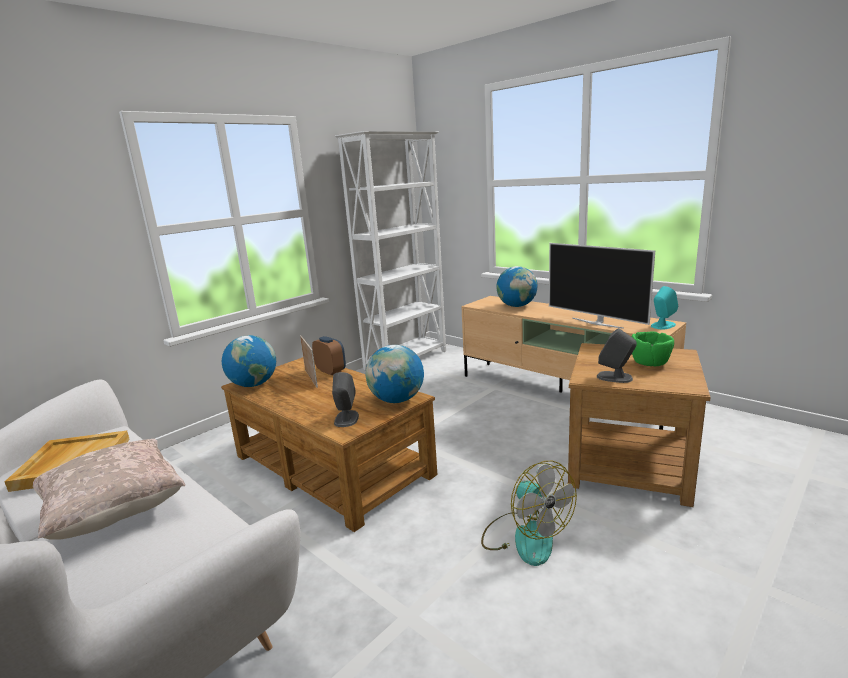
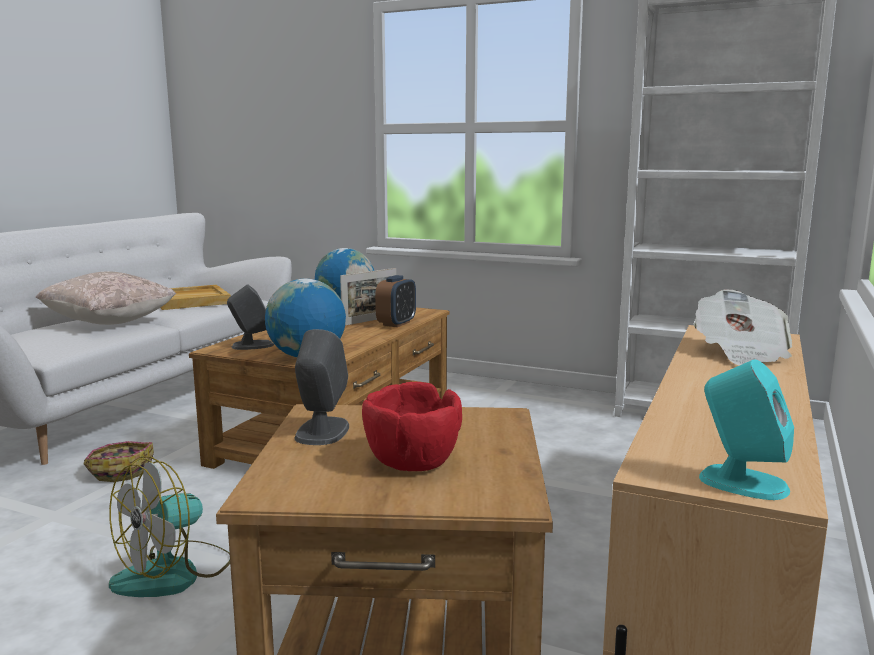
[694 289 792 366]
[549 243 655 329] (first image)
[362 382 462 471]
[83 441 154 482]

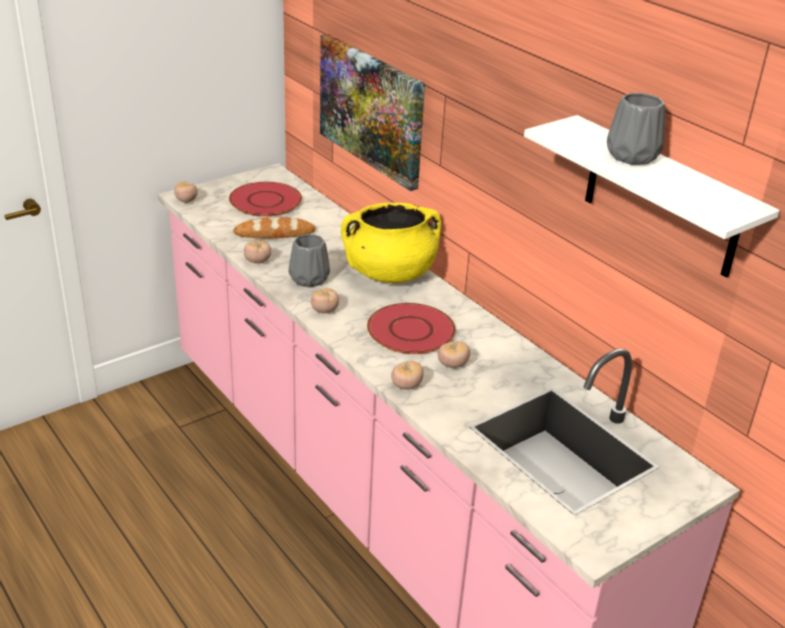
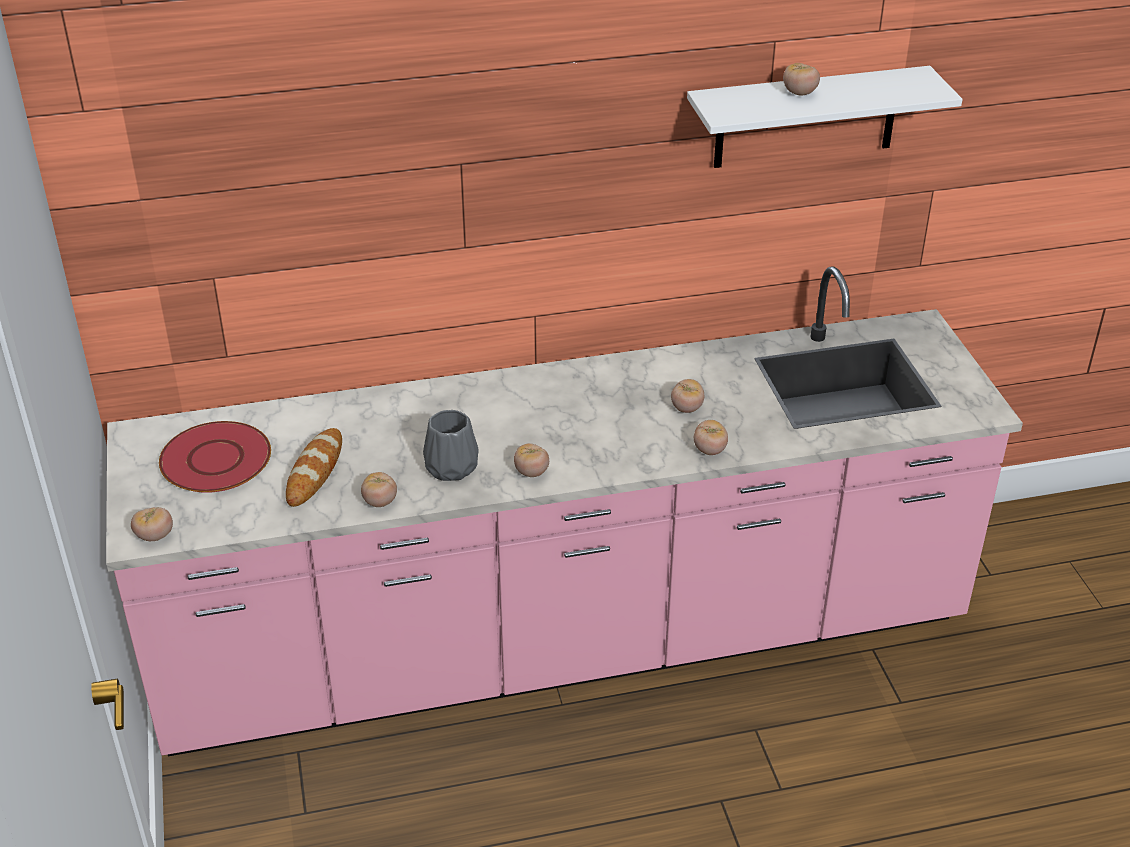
[320 34 425 191] (first image)
[341 203 441 283] (first image)
[367 303 456 354] (first image)
[783 63 820 95]

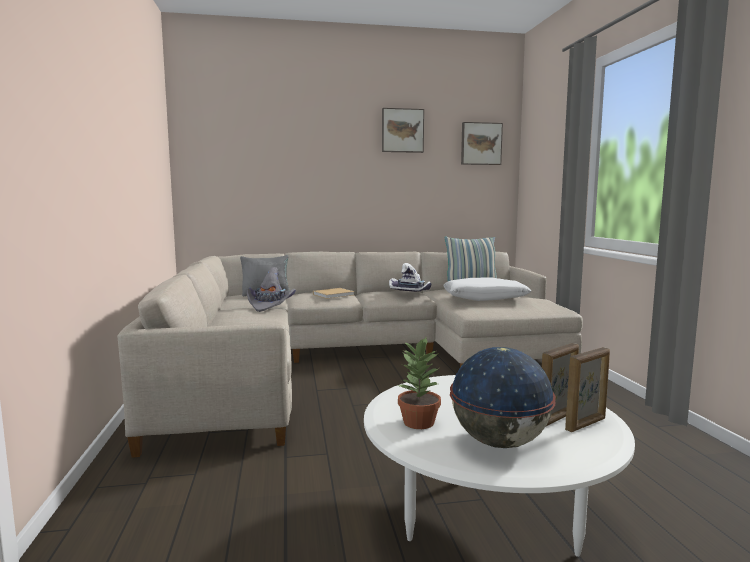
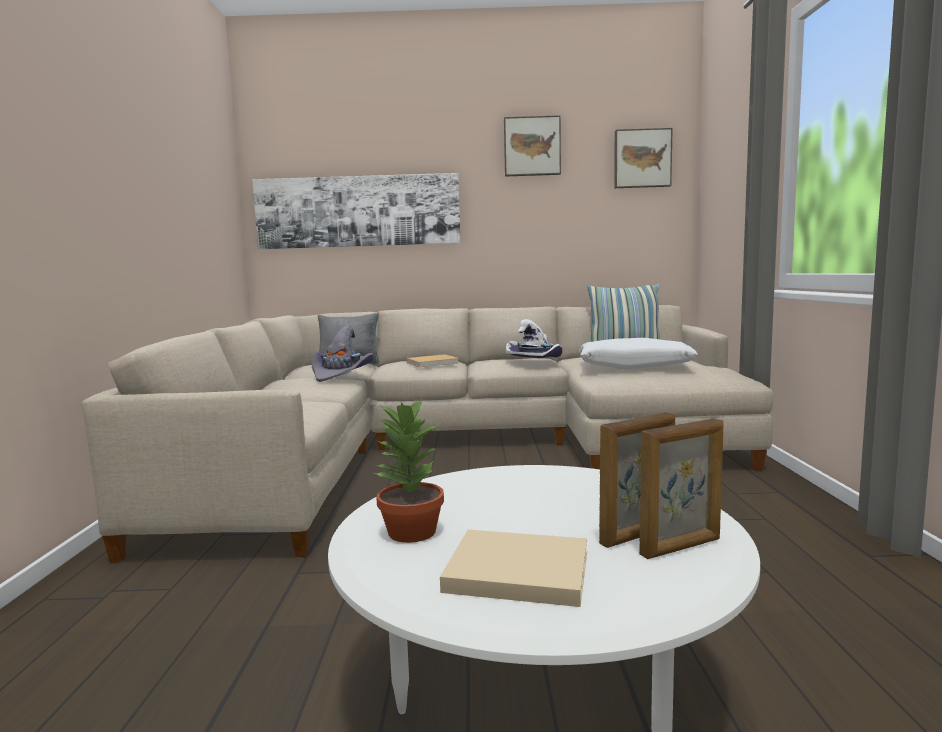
[440 530 587 607]
[252 173 461 249]

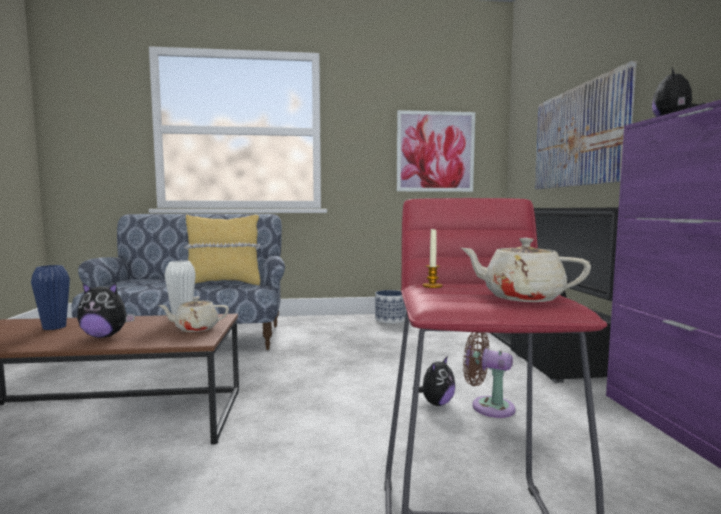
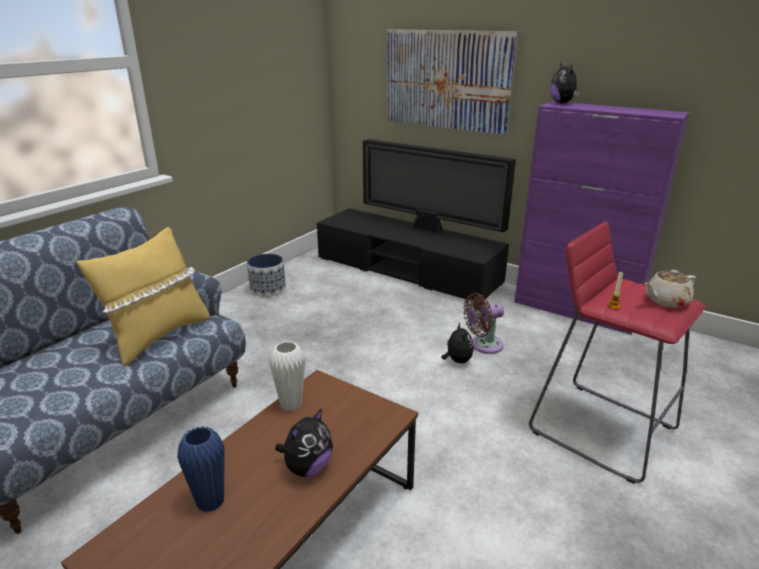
[158 297 229 332] (first image)
[397 110 475 192] (first image)

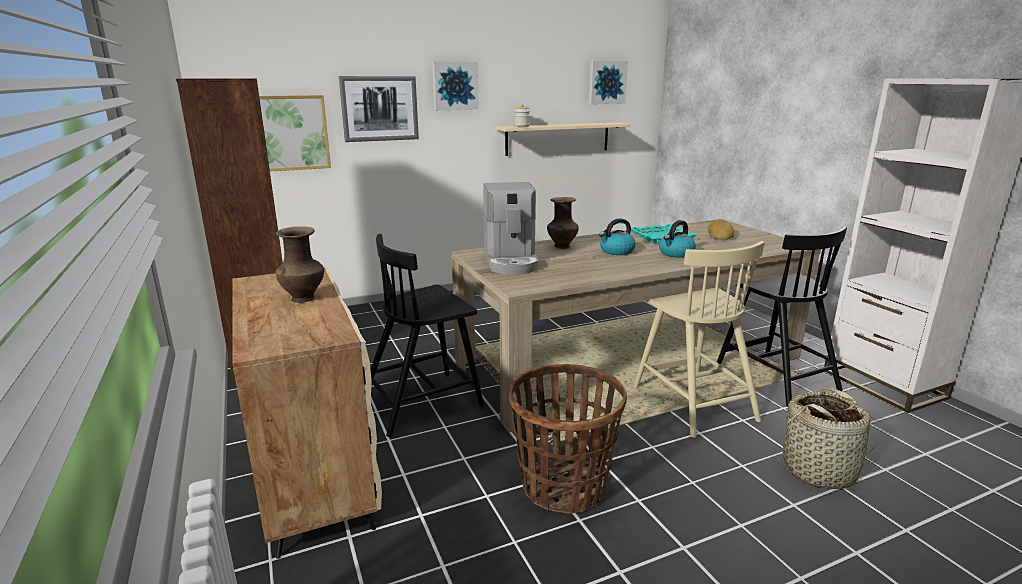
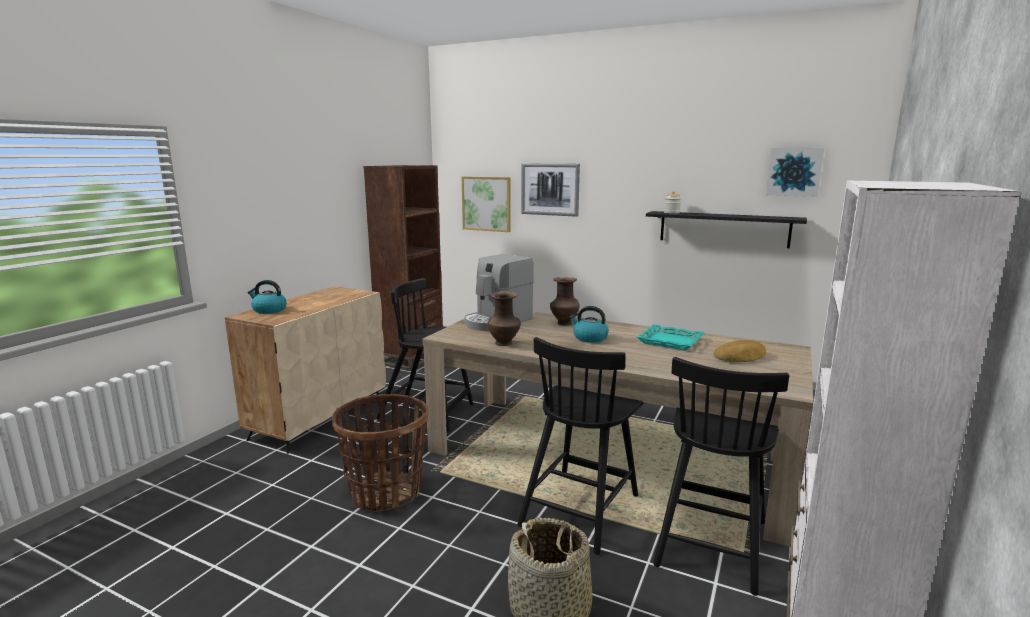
[488 291 521 346]
[432 61 479 110] (first image)
[646 211 807 248]
[517 337 644 555]
[248 280 287 314]

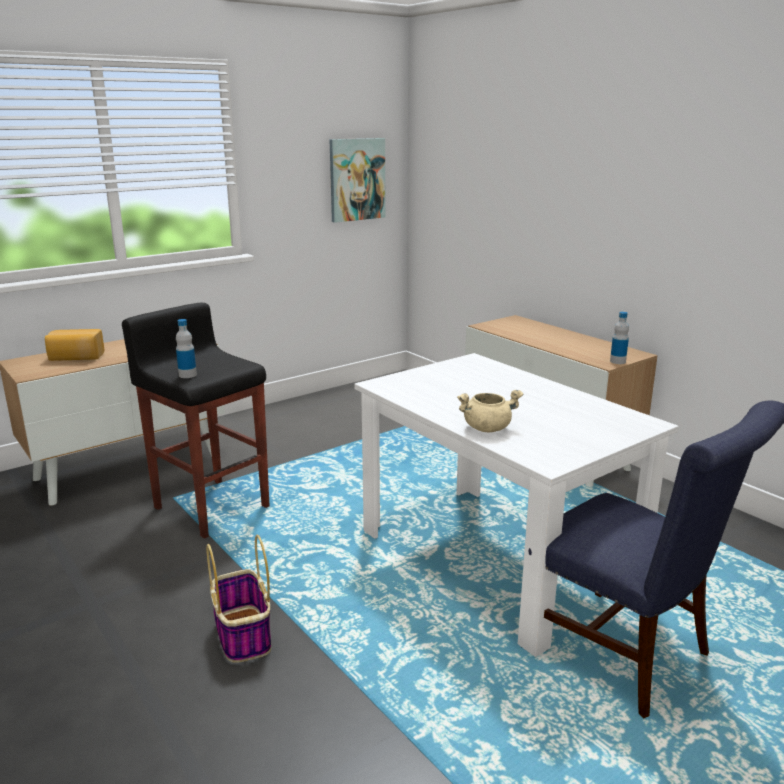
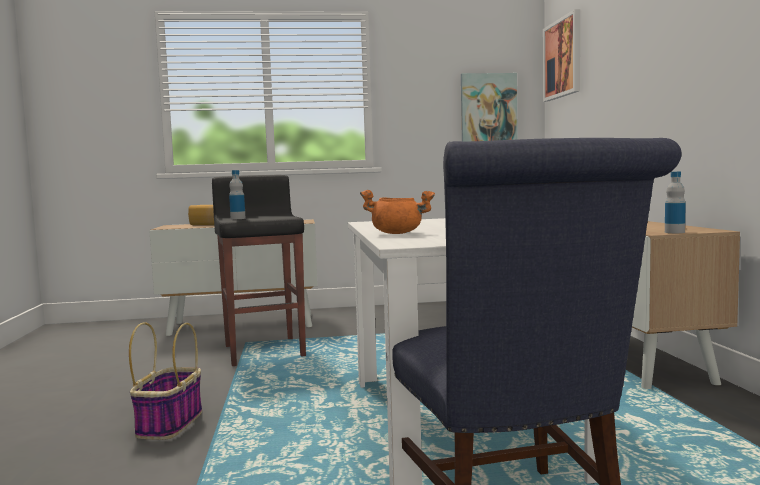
[360 190 435 234]
[543 9 580 102]

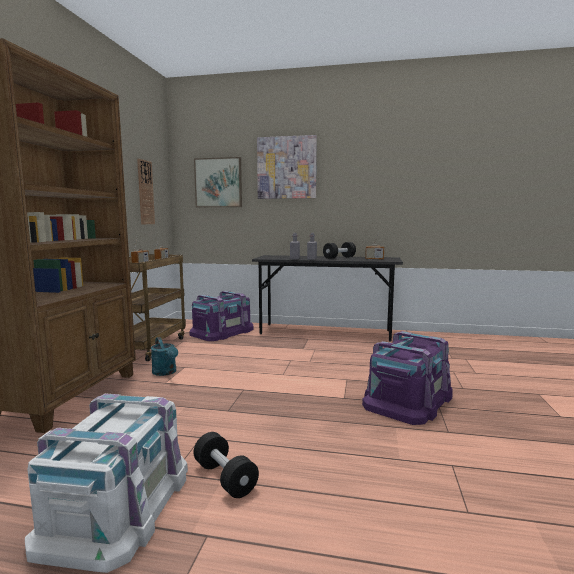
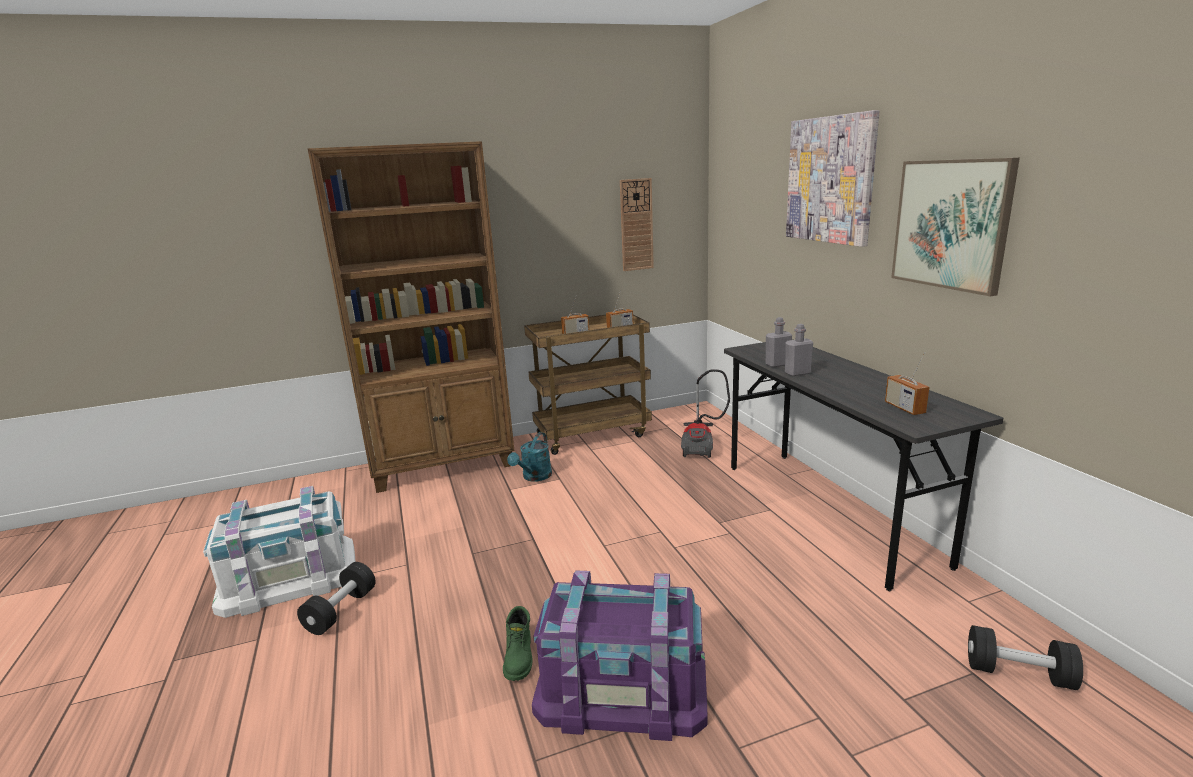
[681 369 730 458]
[891 157 1020 296]
[968 625 1083 690]
[503 606 532 681]

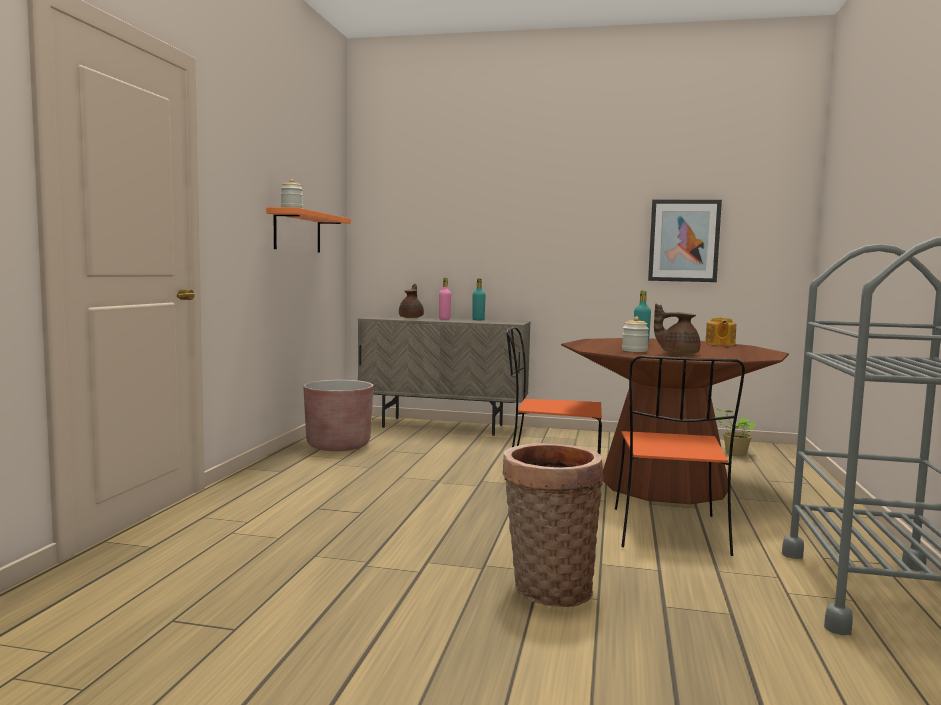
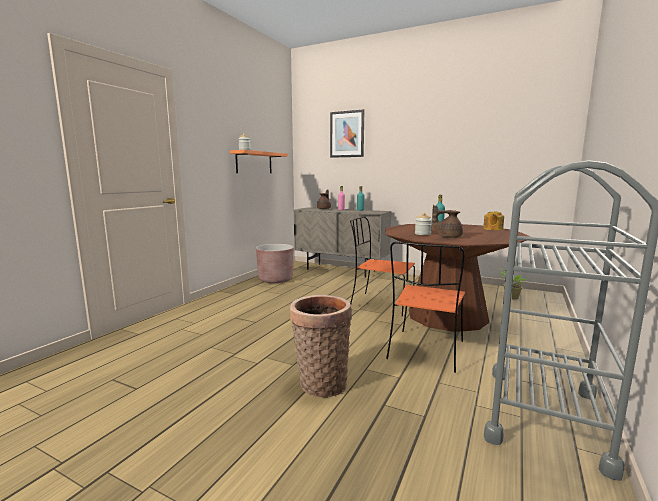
[330 109 364 158]

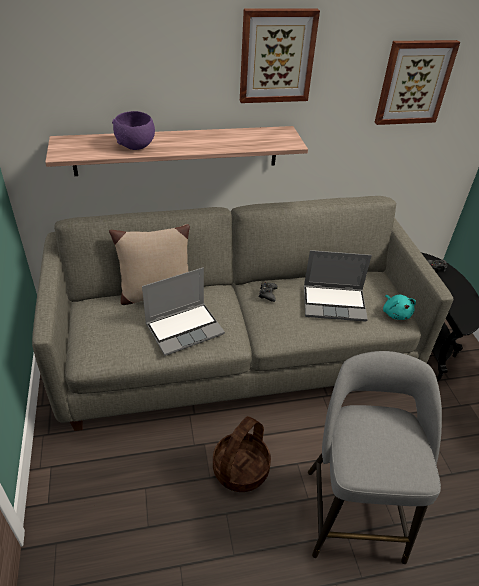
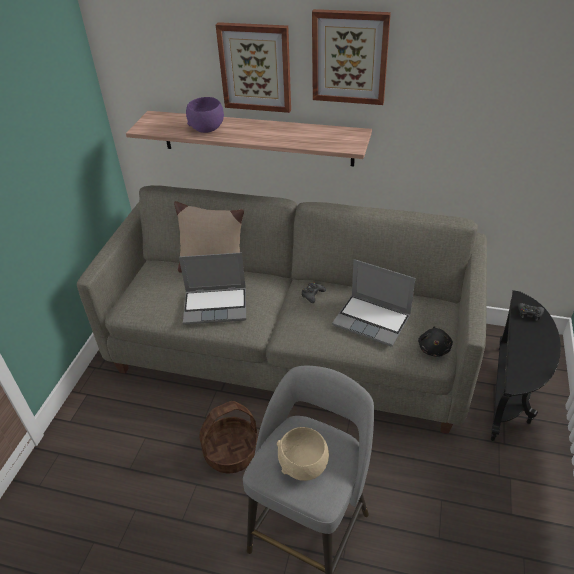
[216 22 291 113]
[418 326 453 357]
[277 427 329 481]

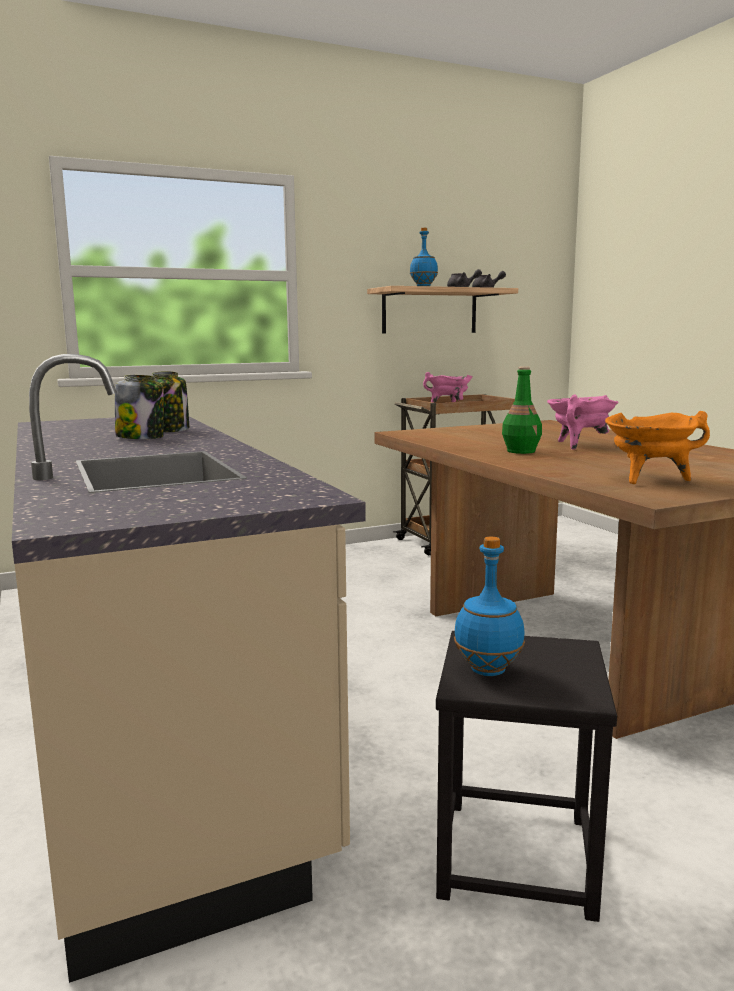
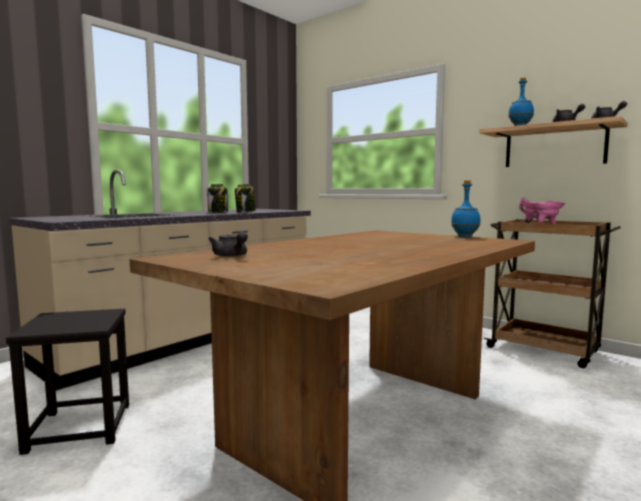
[451 180 480 237]
[502 366 542 454] (first image)
[547 394 619 450] (first image)
[209 231 248 257]

